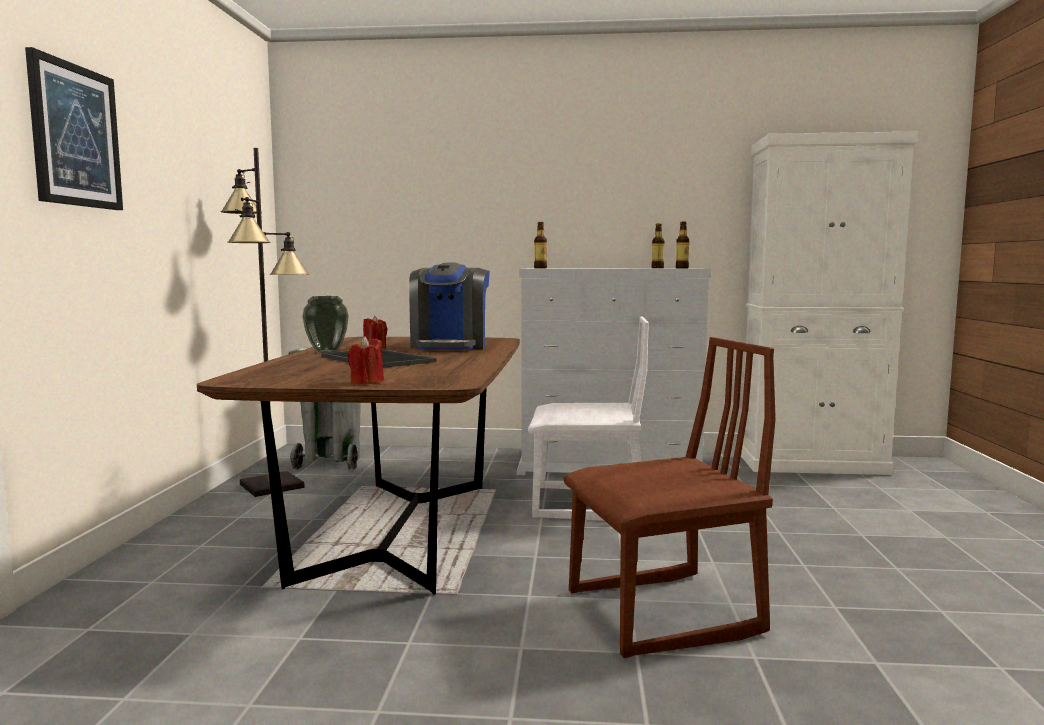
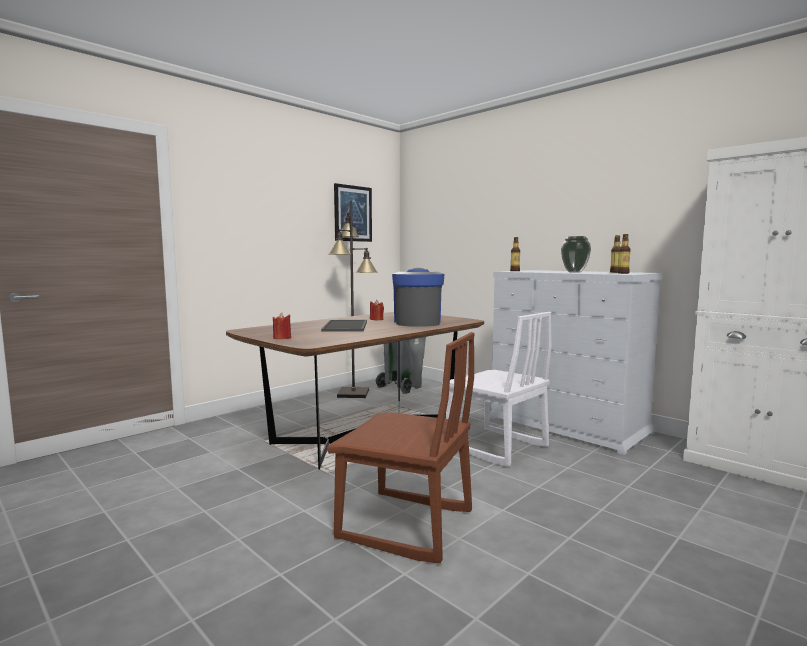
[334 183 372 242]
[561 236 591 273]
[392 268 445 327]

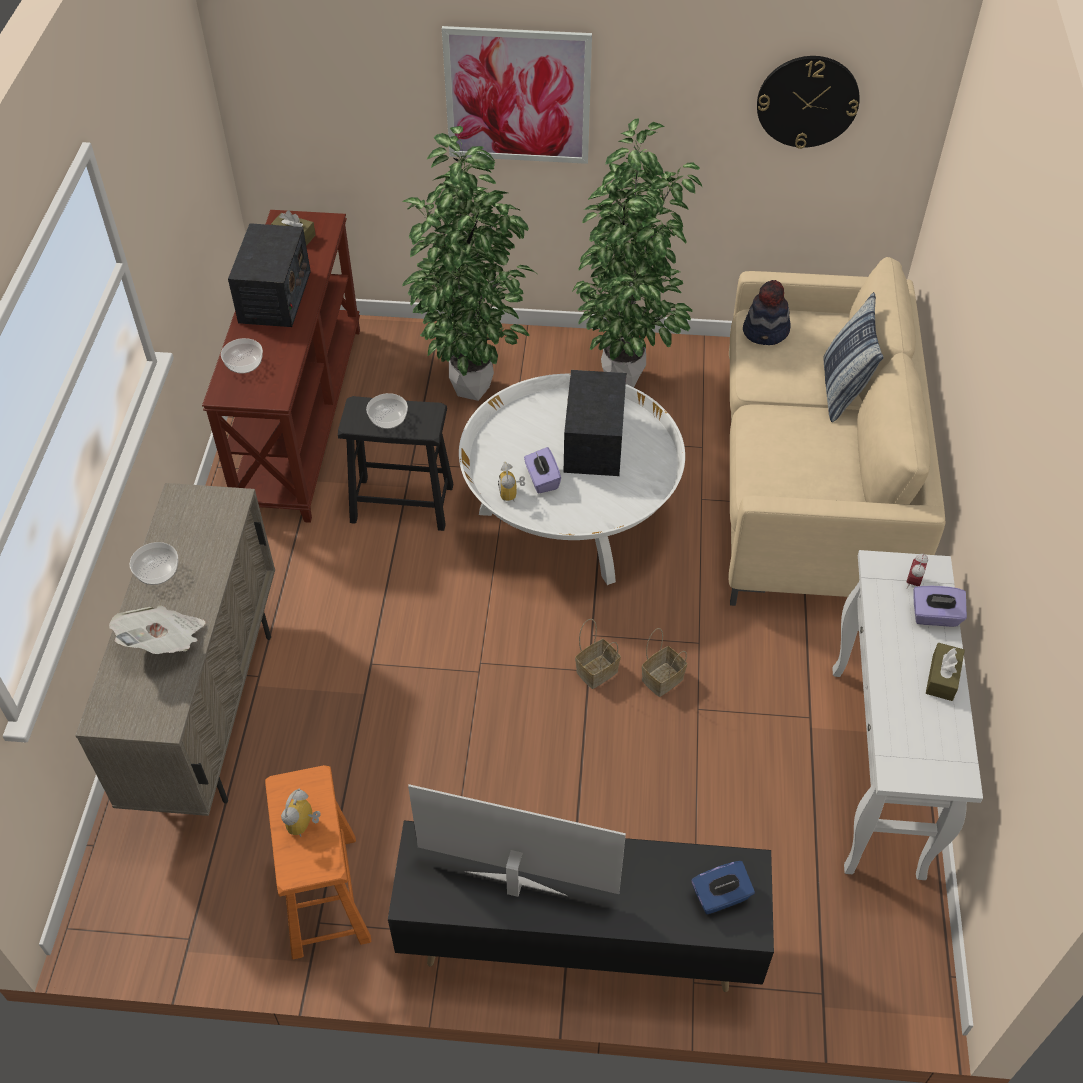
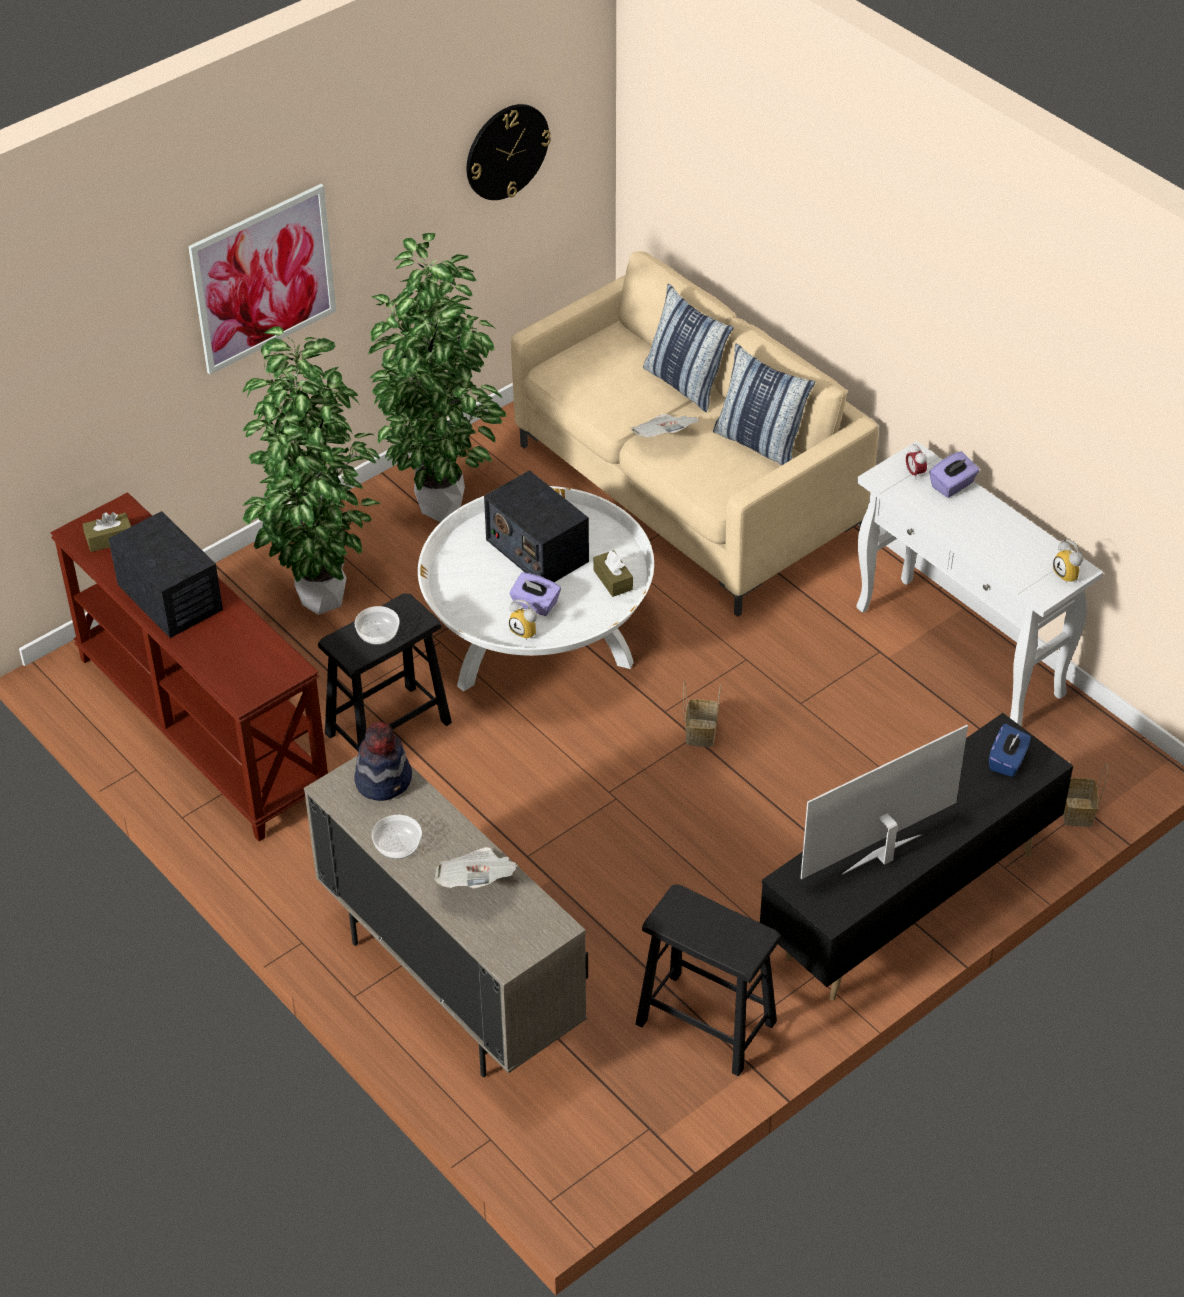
[221 338 263 374] (first image)
[636 885 781 1076]
[1053 539 1084 582]
[1063 761 1108 827]
[355 721 412 801]
[593 550 633 597]
[631 414 699 437]
[713 344 815 466]

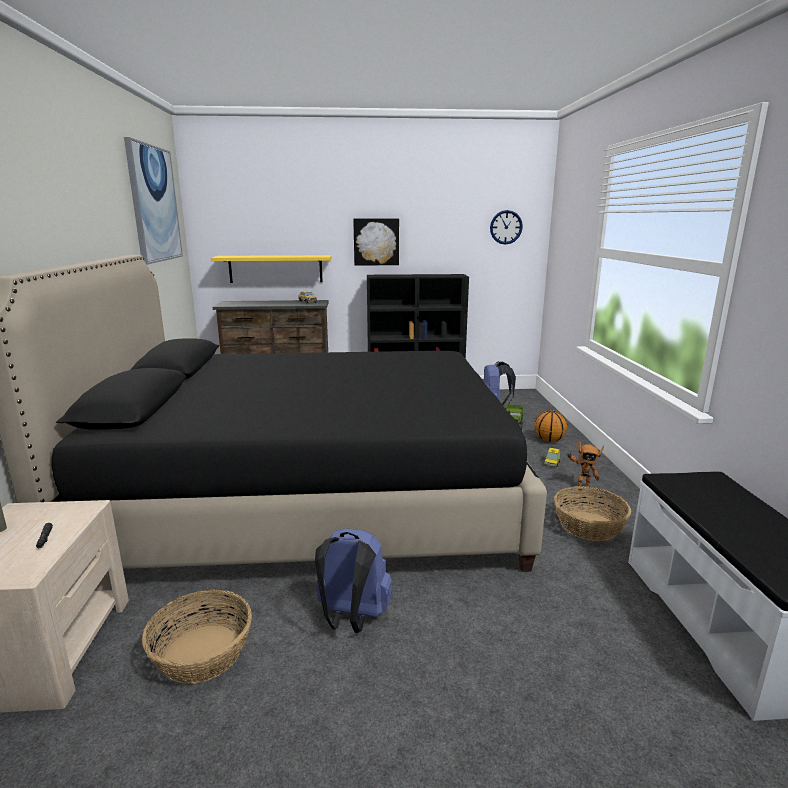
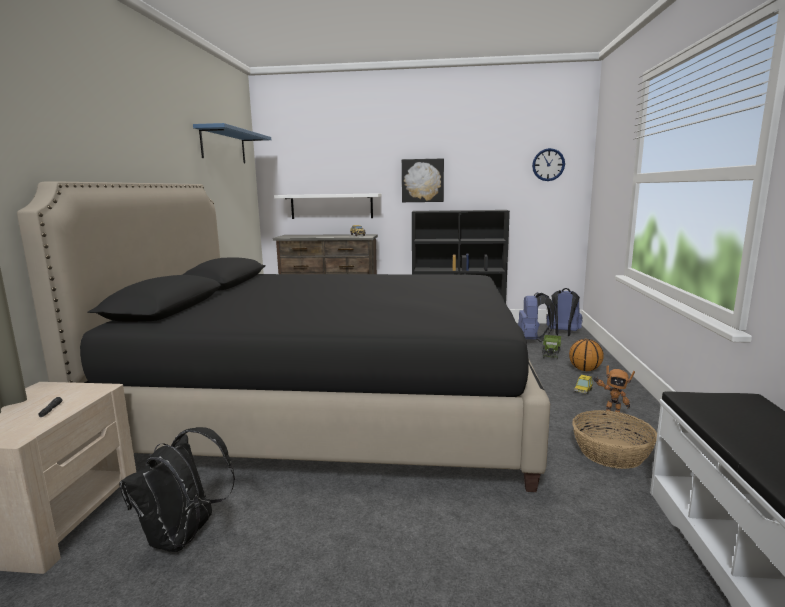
[193 123 271 163]
[119 427 235 552]
[274 193 382 219]
[547 288 583 336]

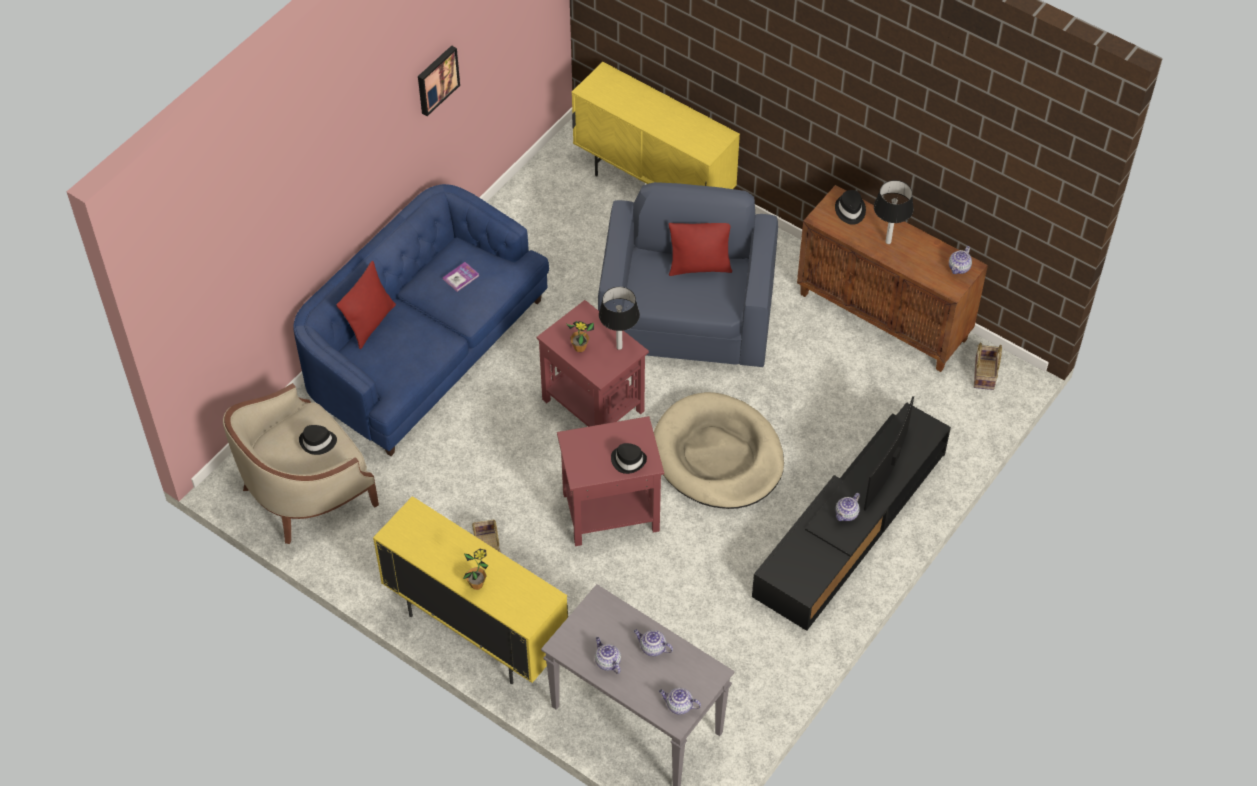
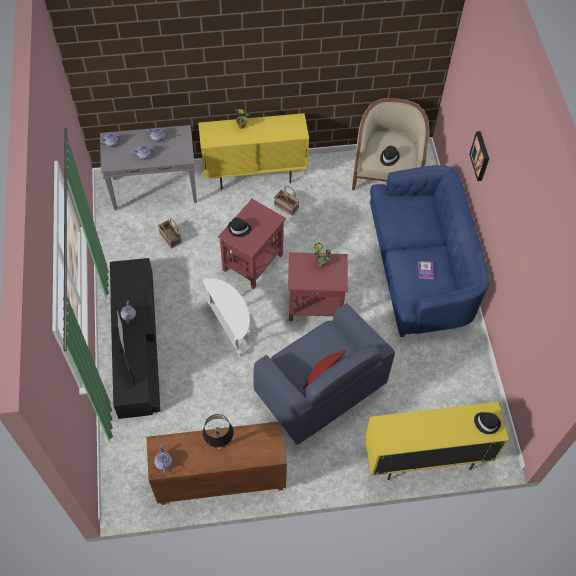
[336 261 396 349] (first image)
[469 131 489 181]
[599 287 640 350] (first image)
[203 278 250 357]
[474 412 501 434]
[158 218 182 249]

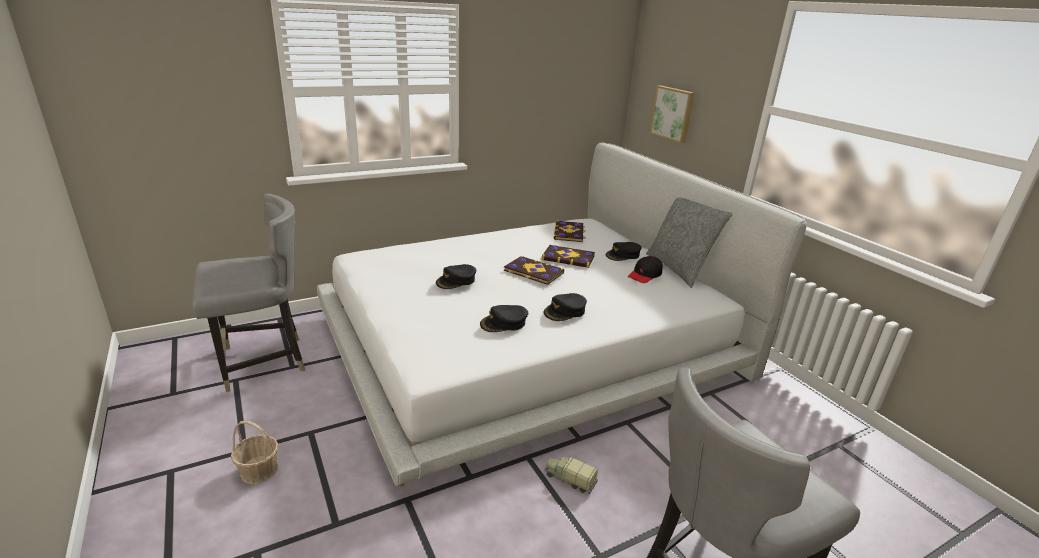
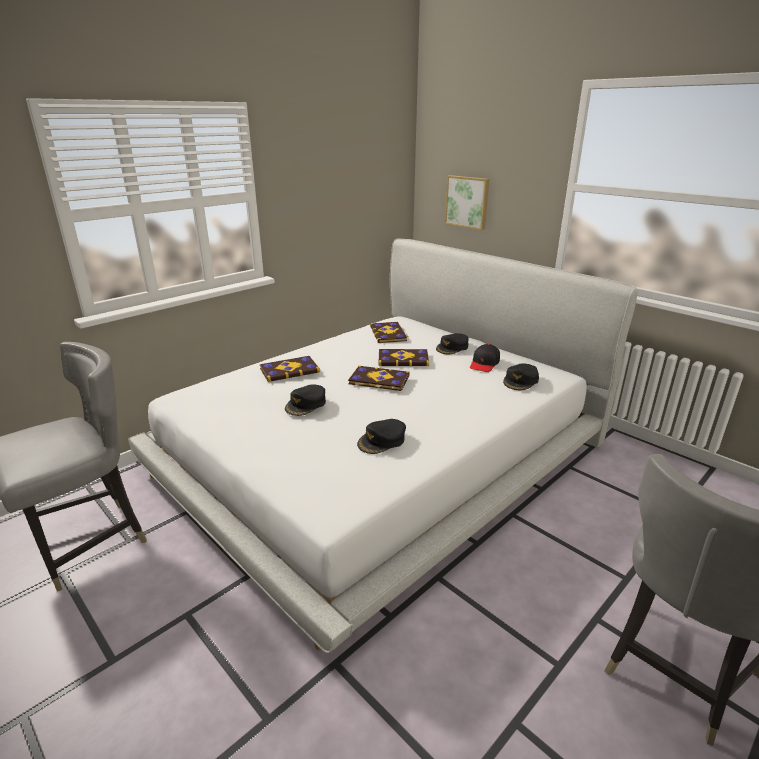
[231 421 279 484] (first image)
[503 363 539 390]
[544 456 598 494] (first image)
[646 198 733 288] (first image)
[260 356 320 382]

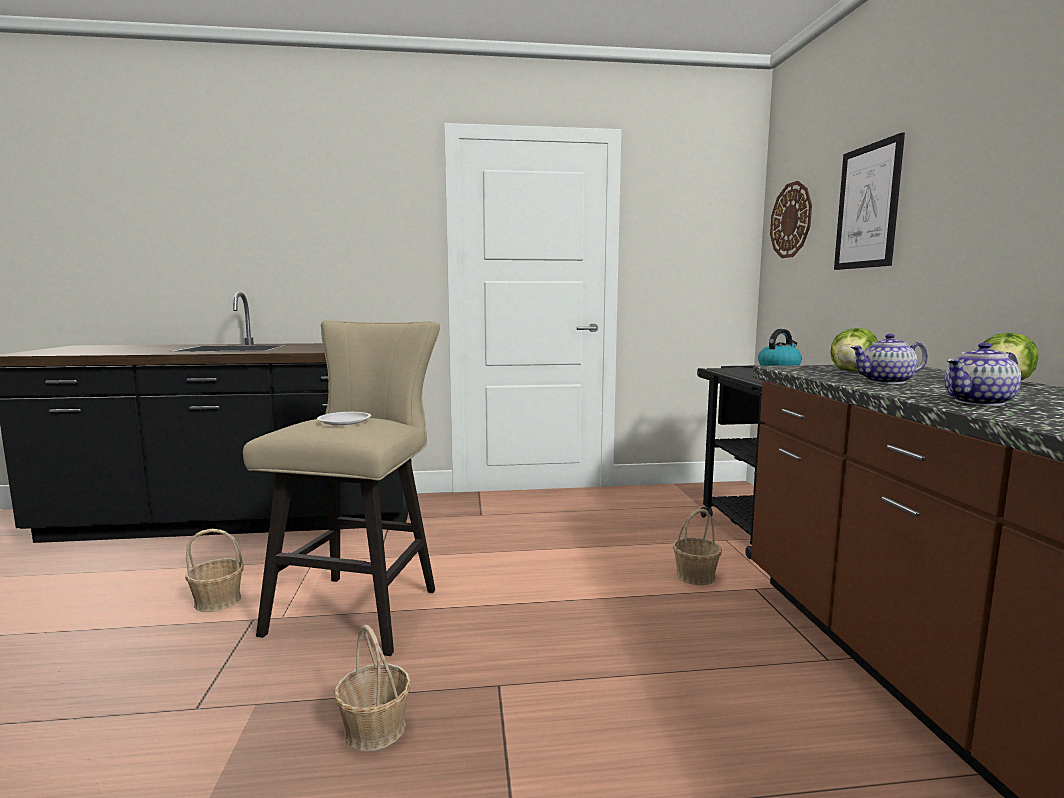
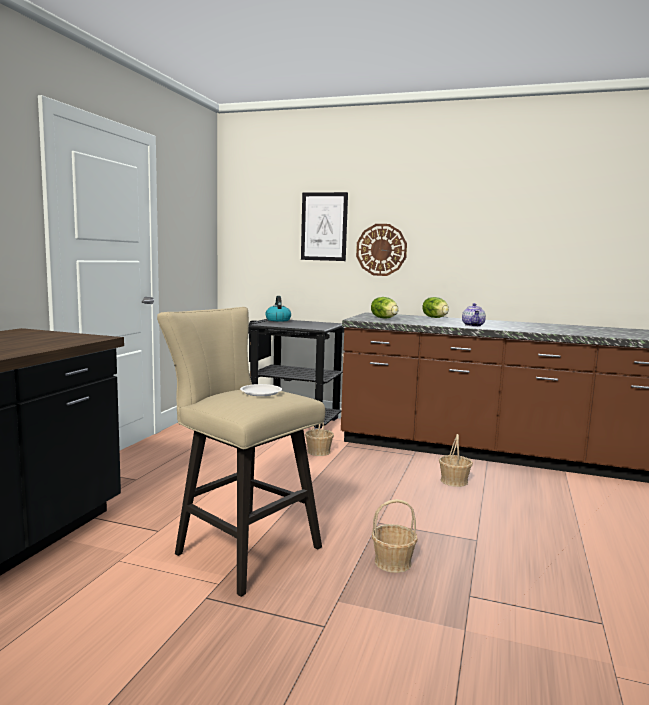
[439 434 473 487]
[356 224 407 276]
[850 334 928 384] (first image)

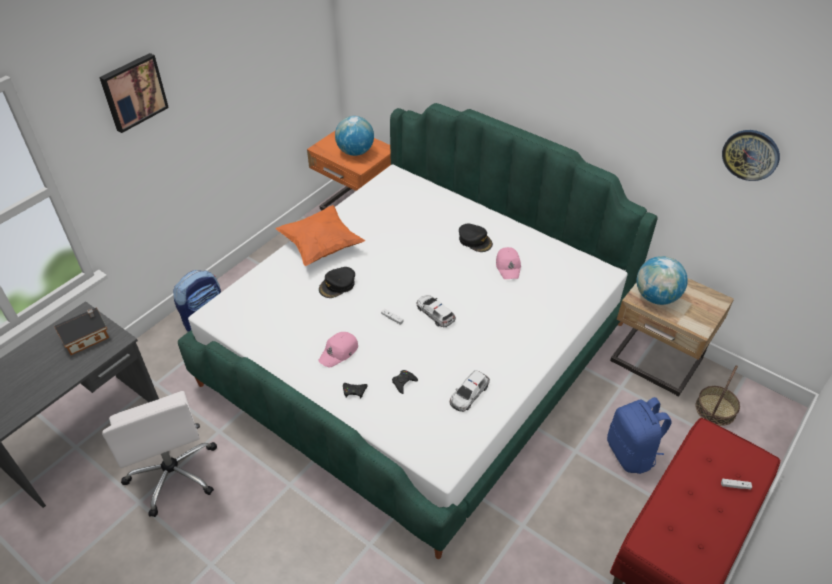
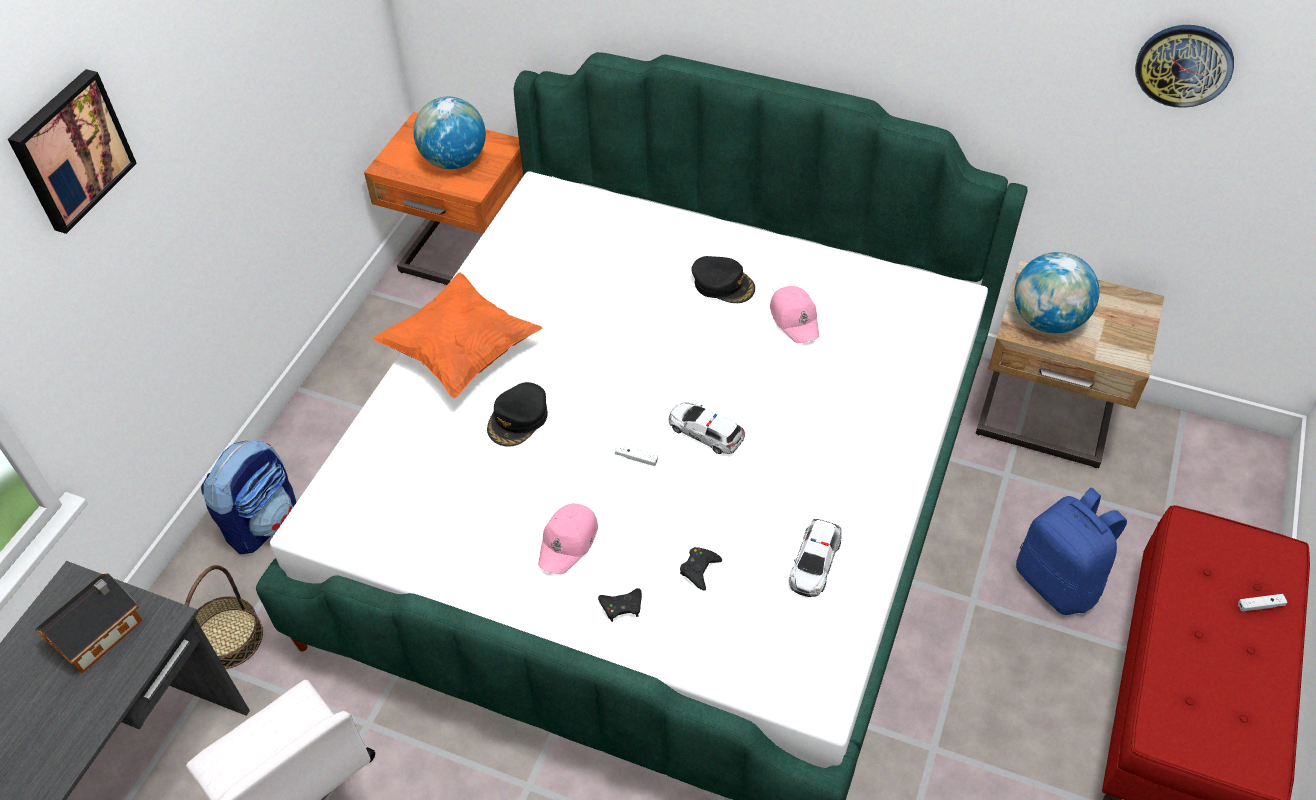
[185 565 263 669]

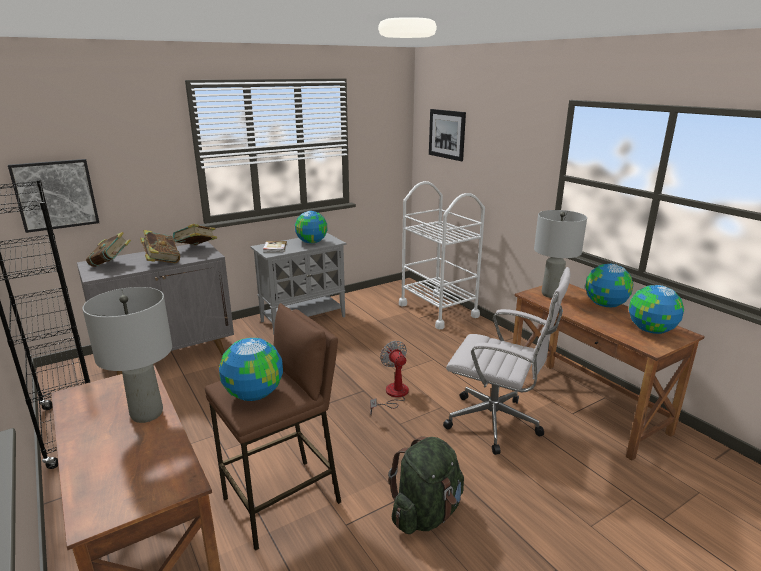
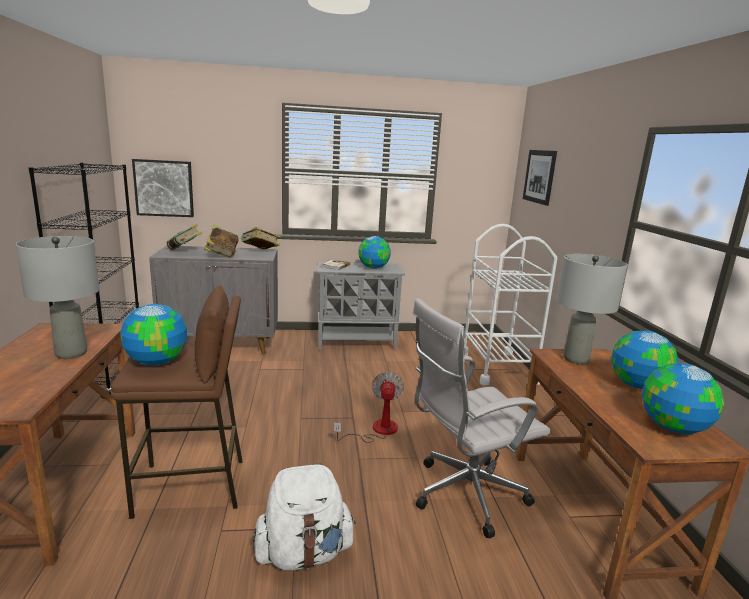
[253 464 356 570]
[412 298 550 538]

